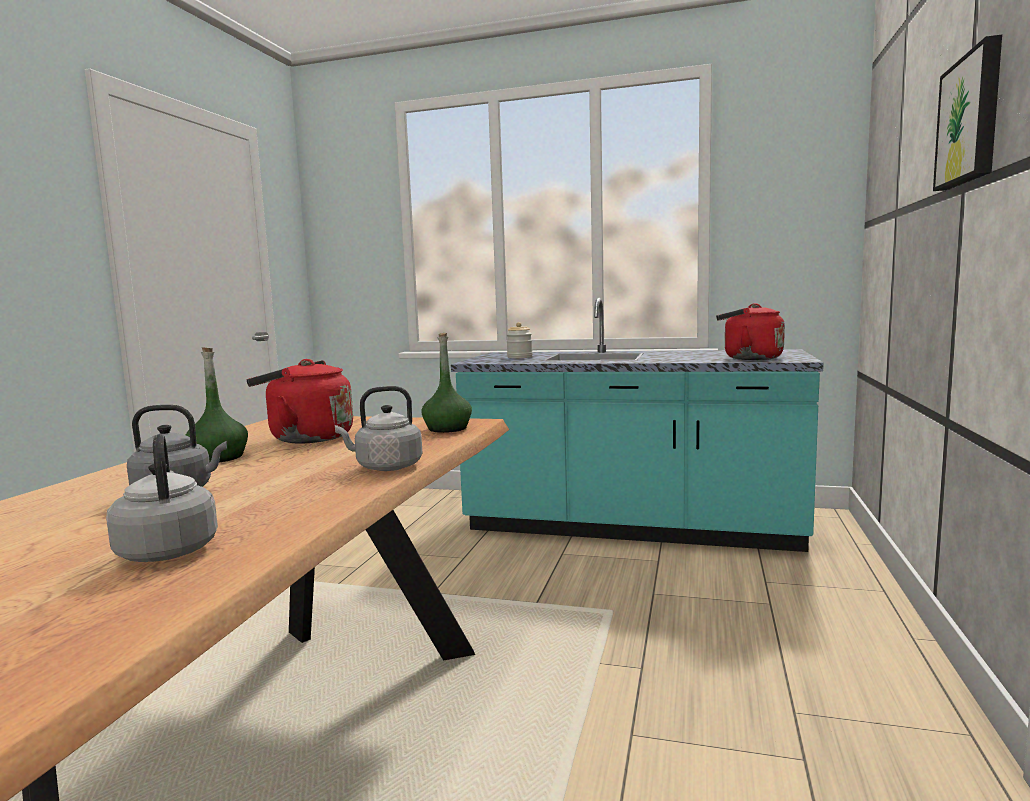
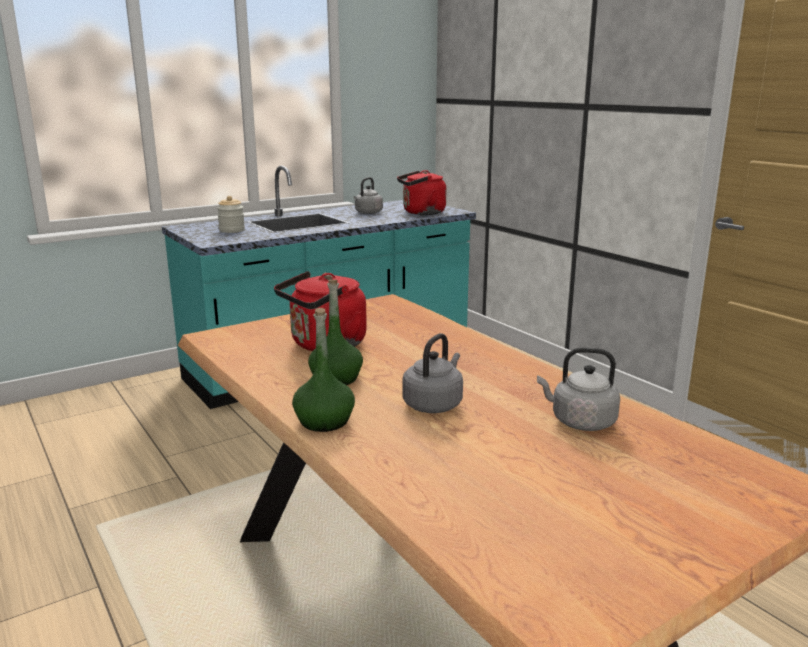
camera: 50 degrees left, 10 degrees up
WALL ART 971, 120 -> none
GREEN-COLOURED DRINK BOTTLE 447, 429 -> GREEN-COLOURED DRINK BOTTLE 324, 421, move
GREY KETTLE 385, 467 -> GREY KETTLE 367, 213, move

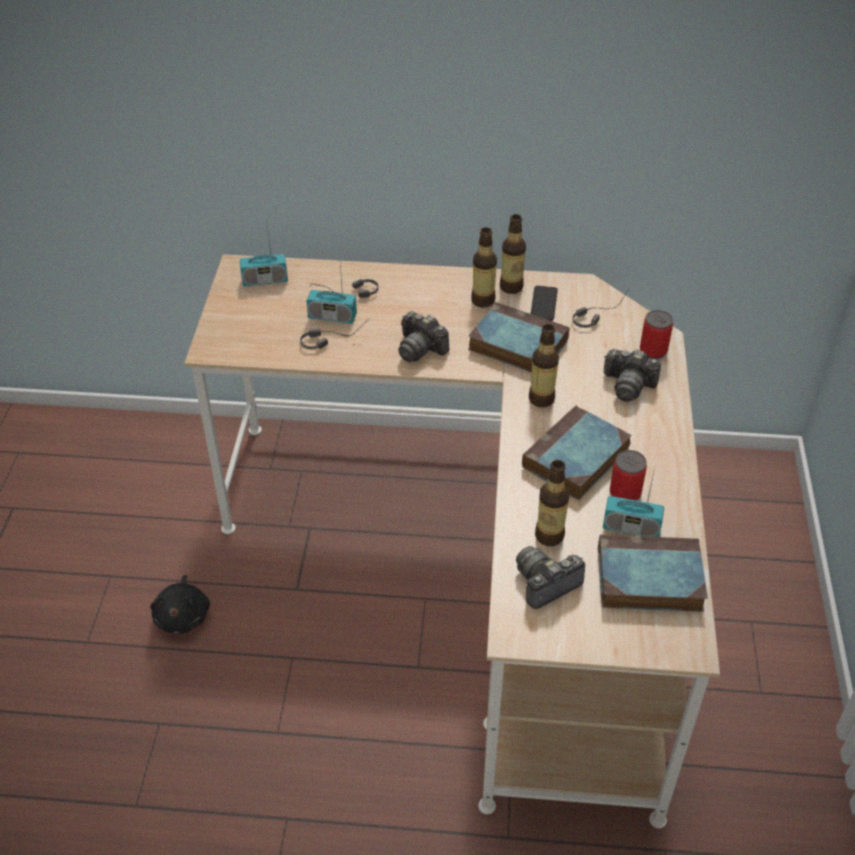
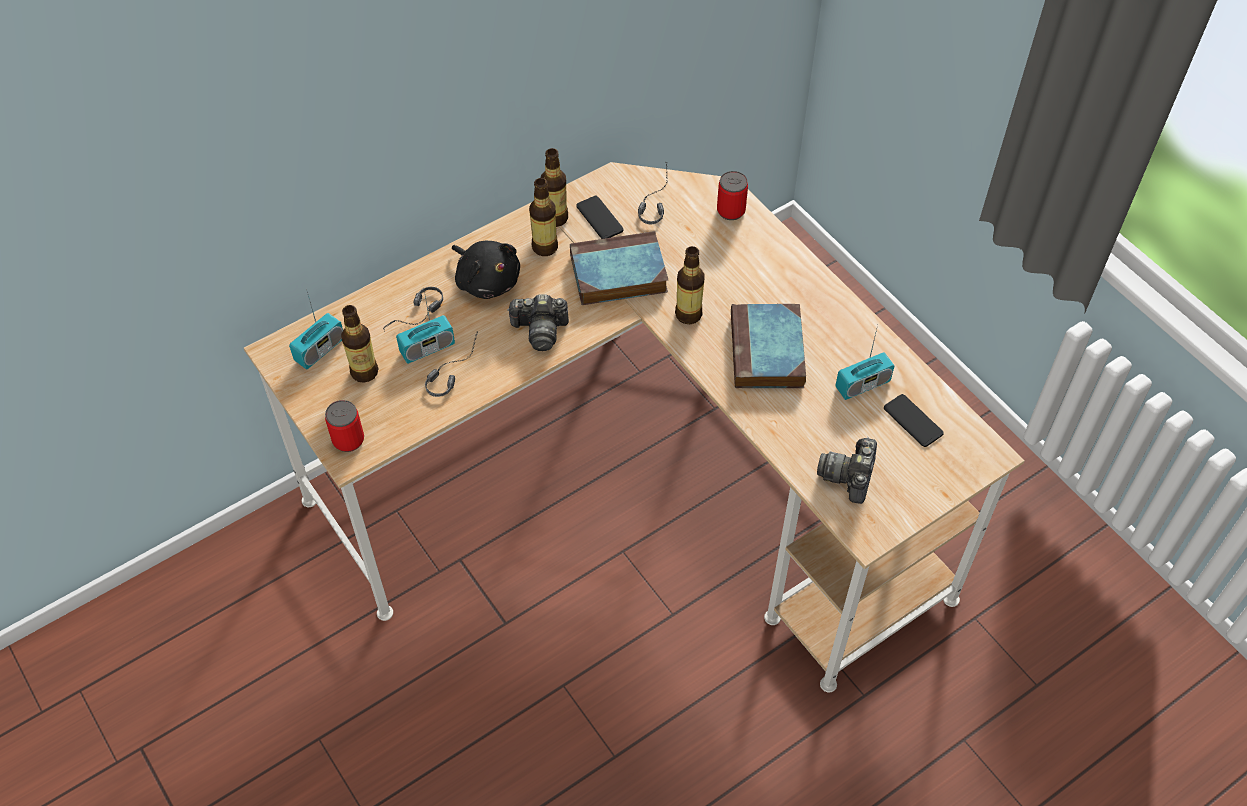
camera: 40 degrees left, 10 degrees up
STILL CAMERA 628, 385 -> none
CAN 625, 493 -> CAN 348, 440, move
DRINK BOTTLE 549, 536 -> DRINK BOTTLE 364, 372, move
BOOK 647, 579 -> PHONE 913, 421
BLACK PLUSH TOY 183, 616 -> BLACK PLUSH TOY 487, 280, move

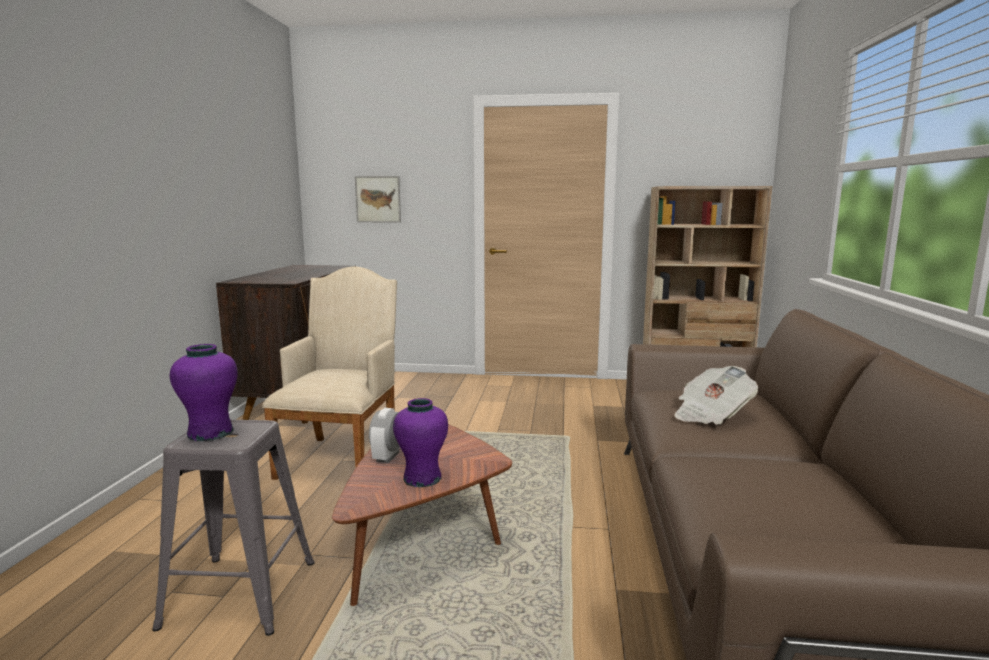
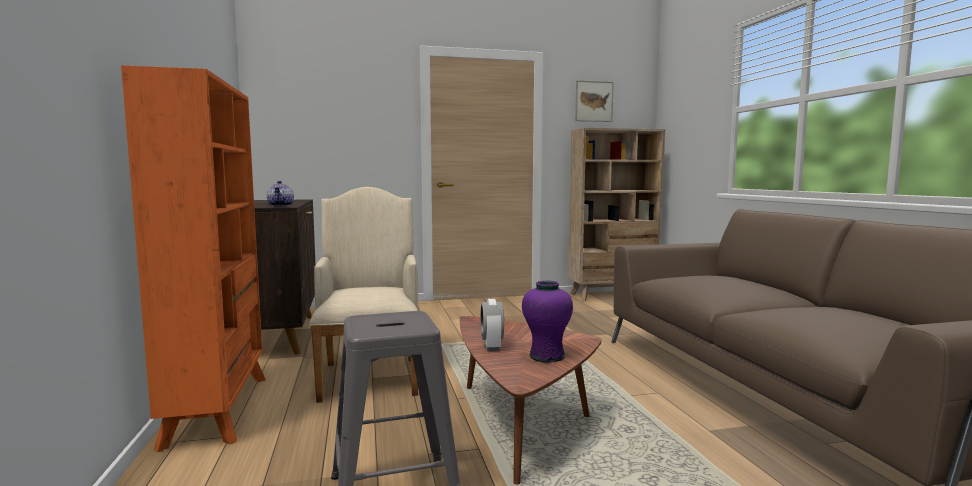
camera: 20 degrees left, 5 degrees down
WALL ART 378, 199 -> WALL ART 594, 101, move
PURPLE DECORATIVE VASE 210, 433 -> none
PRINTED PAPER 711, 415 -> none
none -> ORANGE-COLOURED BOOKSHELF 218, 409
none -> TEA POT 281, 206

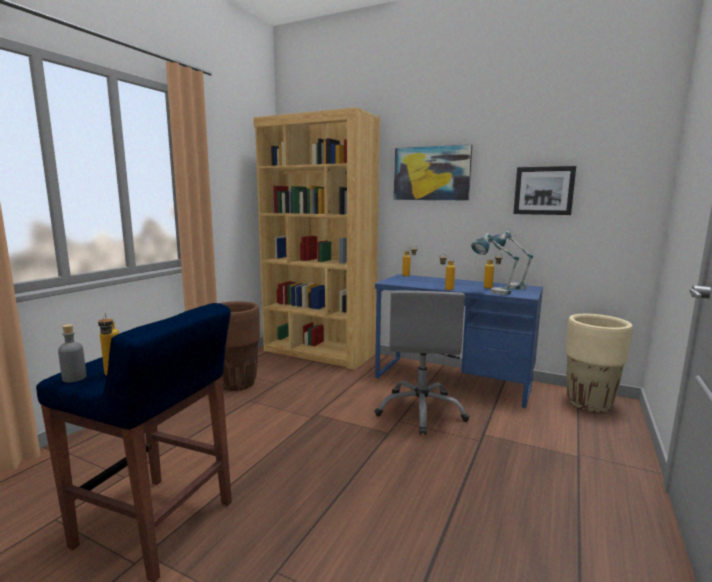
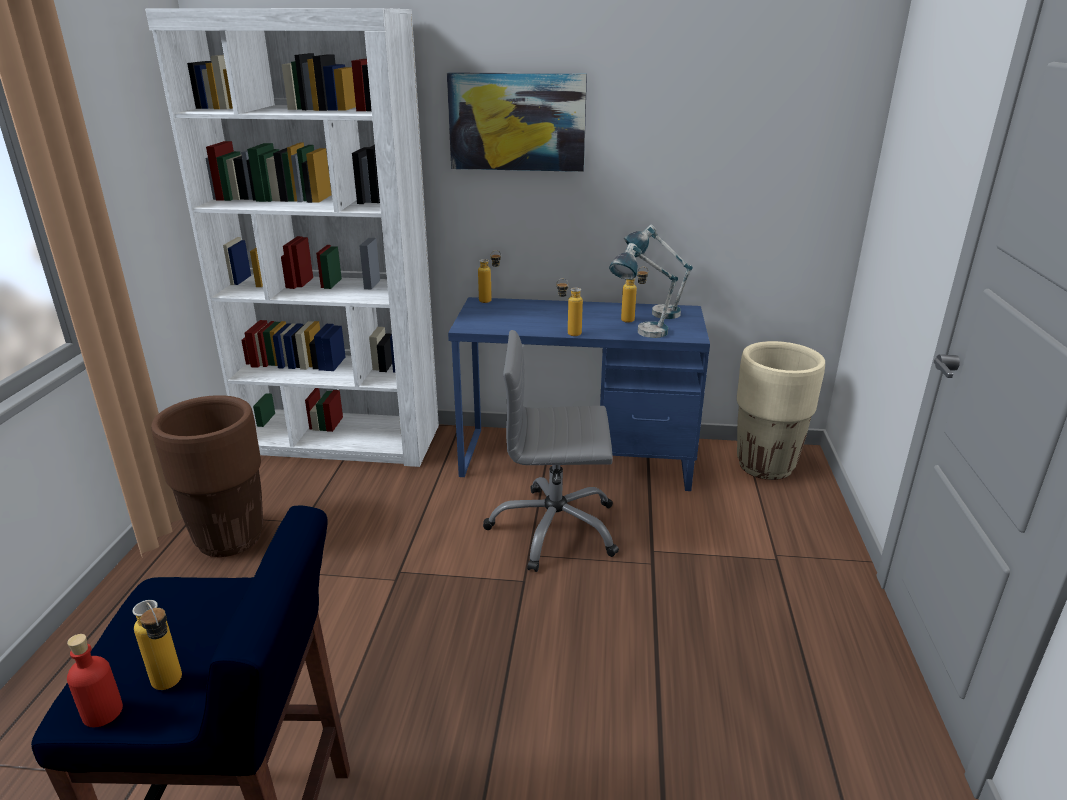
camera: 20 degrees left, 15 degrees up
BROWNISH BOOKSHELF 319, 352 -> WHITE-COLOURED BOOKSHELF 342, 440
WALL ART 543, 190 -> none
GREY COMPUTER CHAIR 421, 411 -> GREY COMPUTER CHAIR 554, 529, 105 degrees clockwise
GREY DRINK BOTTLE 74, 378 -> RED DRINK BOTTLE 103, 712

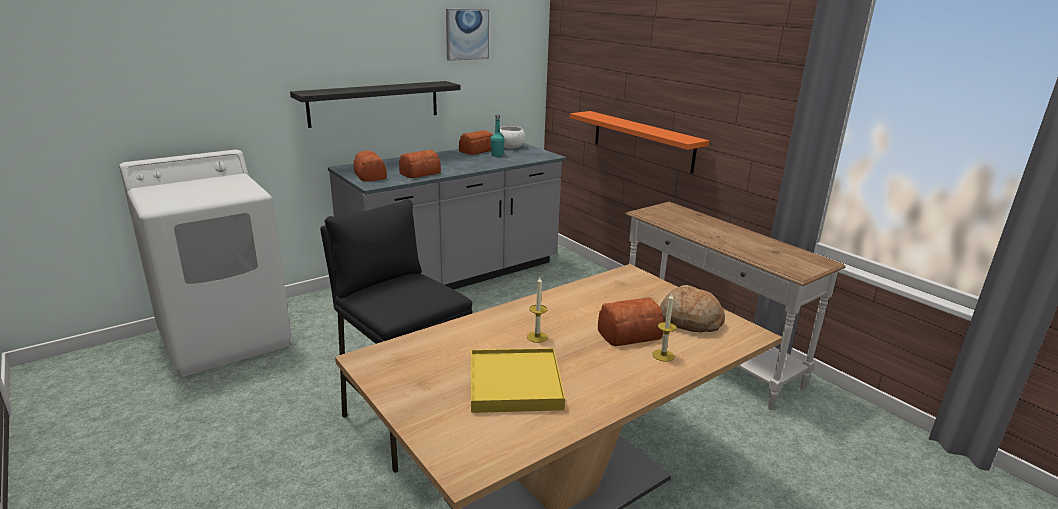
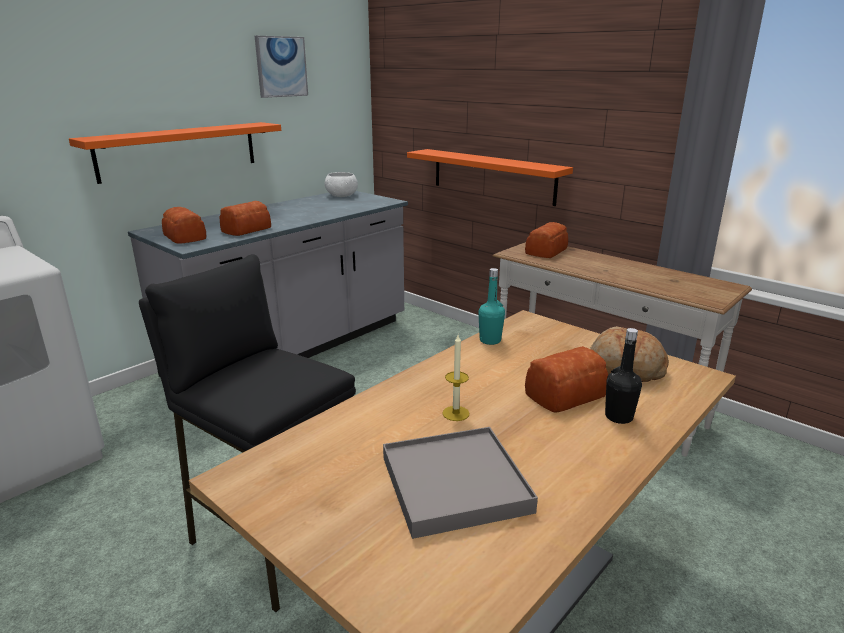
camera: 10 degrees left, 0 degrees up
BLACK WALL SHELF 374, 103 -> ORANGE-COLOURED WALL SHELF 179, 151
TURQUOISE-COLOURED DRINK BOTTLE 497, 155 -> TURQUOISE-COLOURED DRINK BOTTLE 490, 340, move
BAKED BREAD 477, 151 -> BAKED BREAD 547, 251, move
WAX CANDLE 663, 355 -> BLACK DRINK BOTTLE 618, 417
YELLOWISH SERVING TRAY 514, 384 -> GREY SERVING TRAY 454, 484

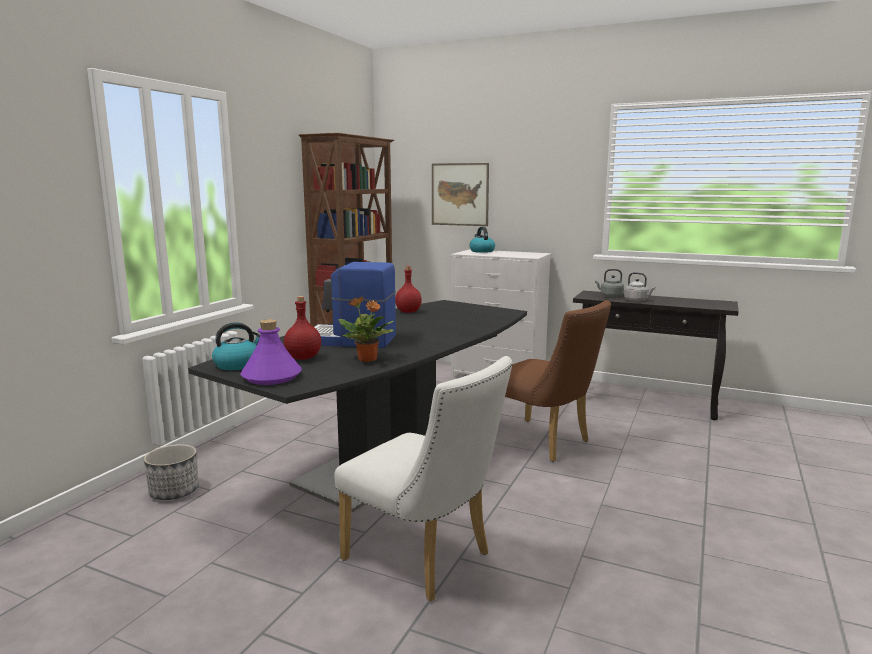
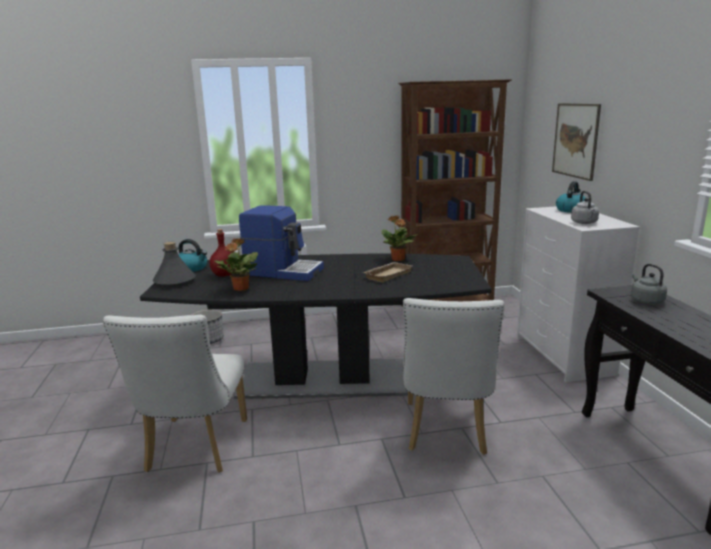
camera: 55 degrees right, 5 degrees up
COFFEE BREWER 350, 340 -> COFFEE BREWER 284, 271, 135 degrees clockwise
RED DRINK BOTTLE 408, 312 -> PLANT IN A POT 398, 259
GREY KETTLE 637, 300 -> GREY KETTLE 584, 223, move
BROWNISH CHAIR 545, 443 -> WHITE-COLOURED CHAIR 446, 432
PURPLE DRINK BOTTLE 272, 377 -> GREY DRINK BOTTLE 174, 282
none -> SAND-COLOURED SERVING TRAY 387, 274

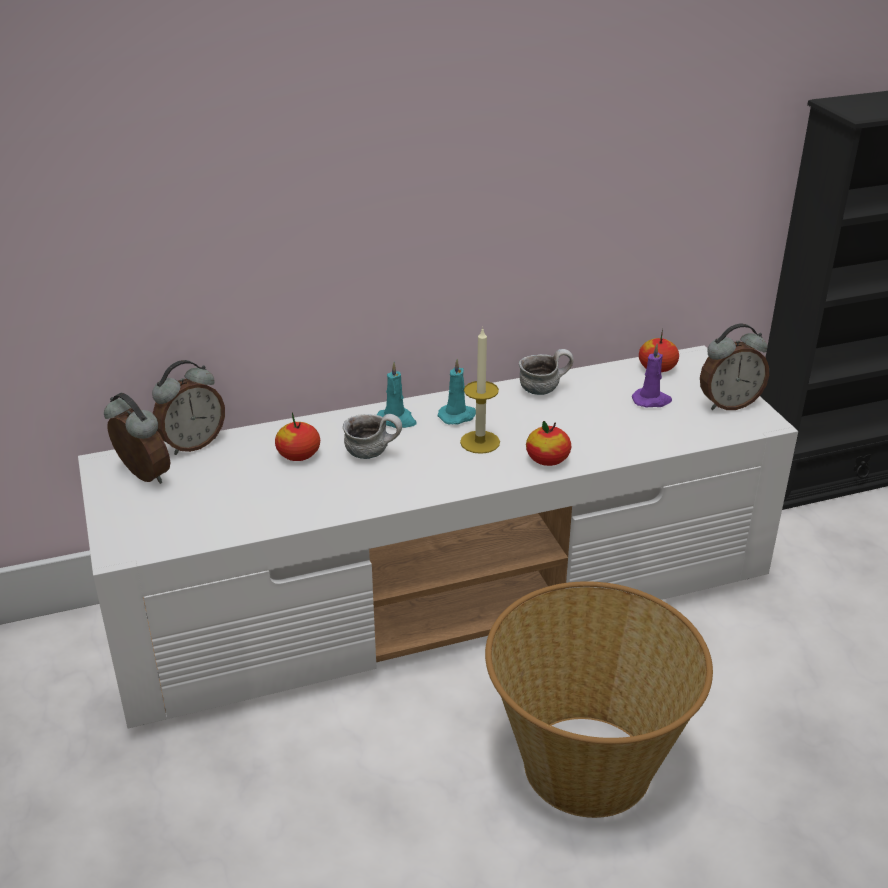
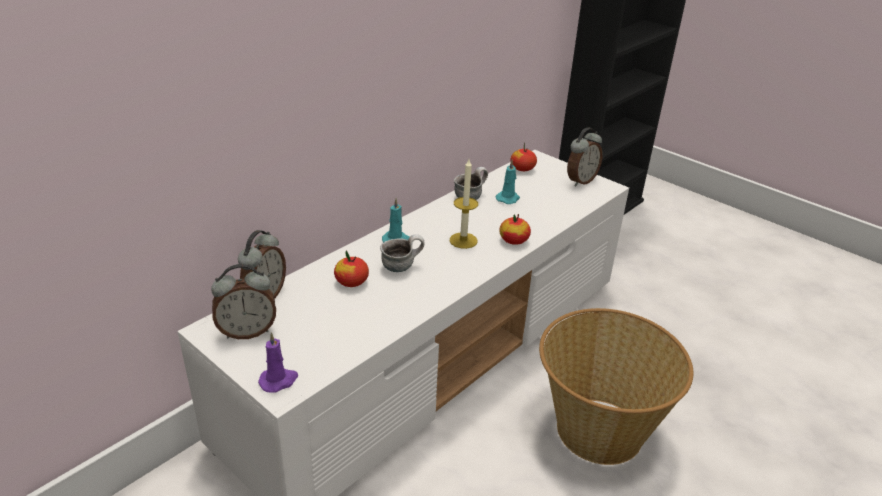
camera: 30 degrees left, 0 degrees up
PURPLE WAX CANDLE 651, 400 -> PURPLE WAX CANDLE 279, 380, move
TURQUOISE-COLOURED WAX CANDLE 458, 416 -> TURQUOISE-COLOURED WAX CANDLE 508, 198, move
BEDSIDE CLOCK 142, 477 -> BEDSIDE CLOCK 247, 331, 150 degrees clockwise

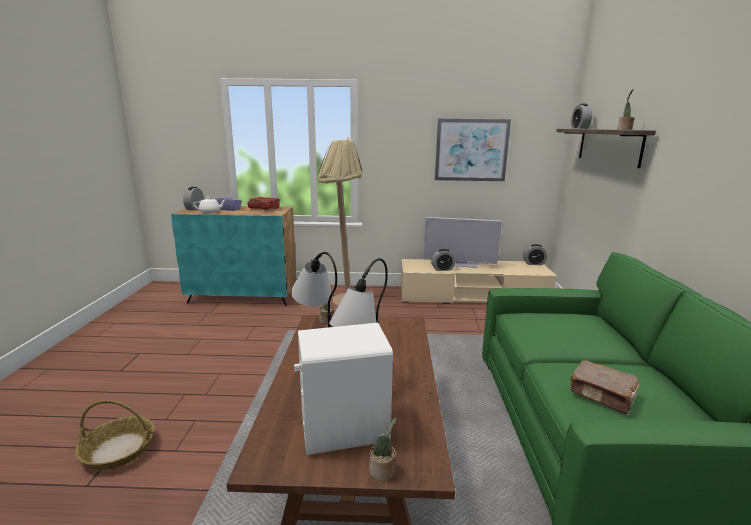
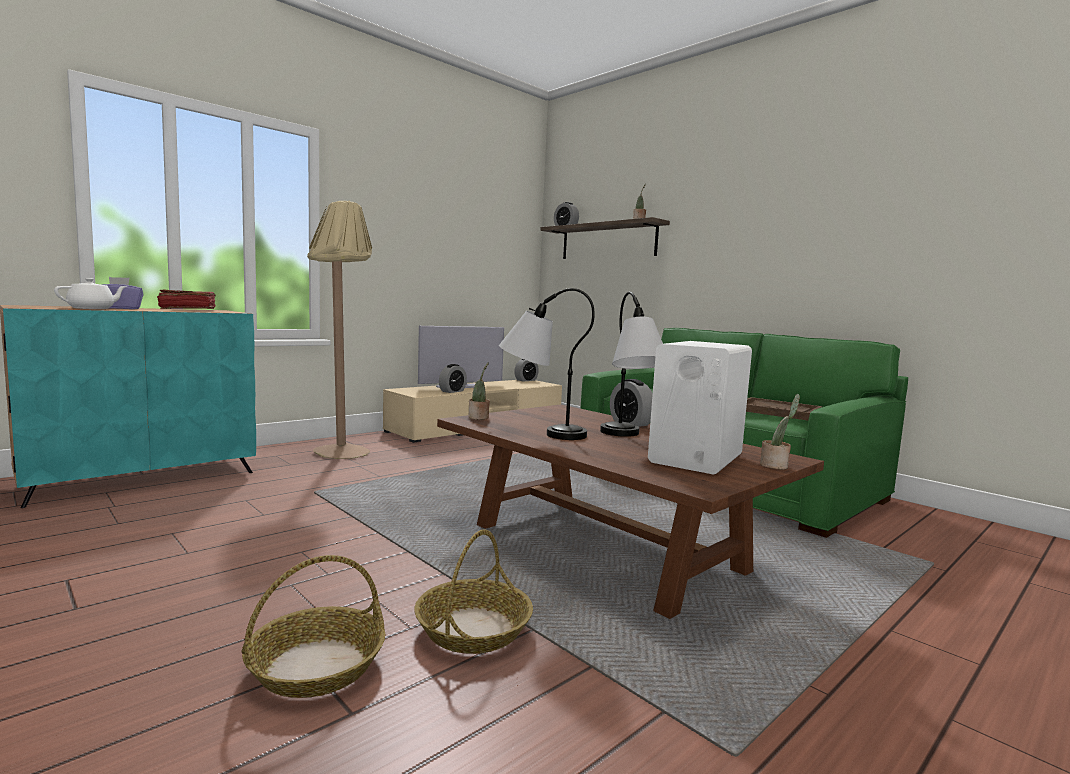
camera: 45 degrees left, 10 degrees down
WALL ART 471, 150 -> none
BEDSIDE CLOCK 195, 208 -> BEDSIDE CLOCK 630, 423, move
BROWNISH BOOK 602, 396 -> BROWNISH SERVING TRAY 777, 411
none -> BASKET 473, 629

